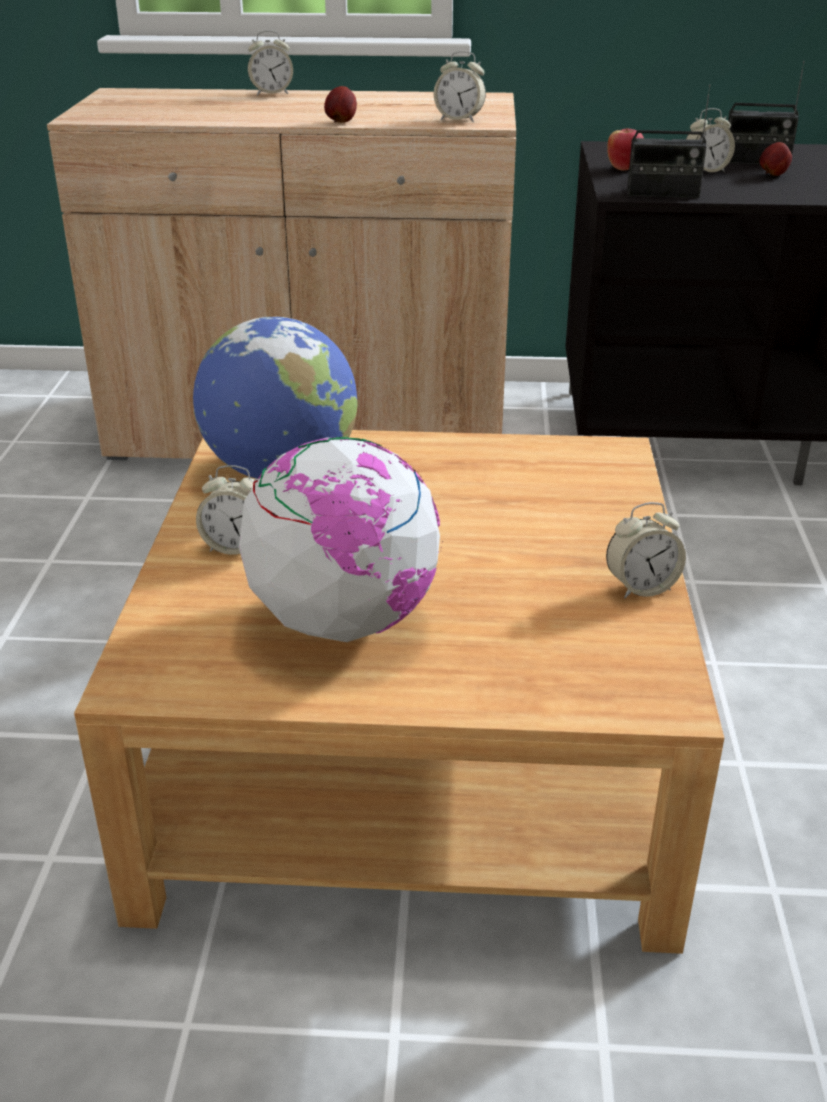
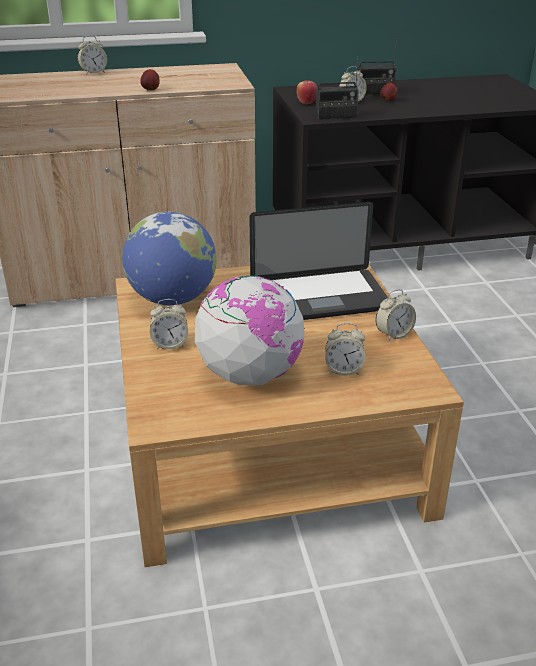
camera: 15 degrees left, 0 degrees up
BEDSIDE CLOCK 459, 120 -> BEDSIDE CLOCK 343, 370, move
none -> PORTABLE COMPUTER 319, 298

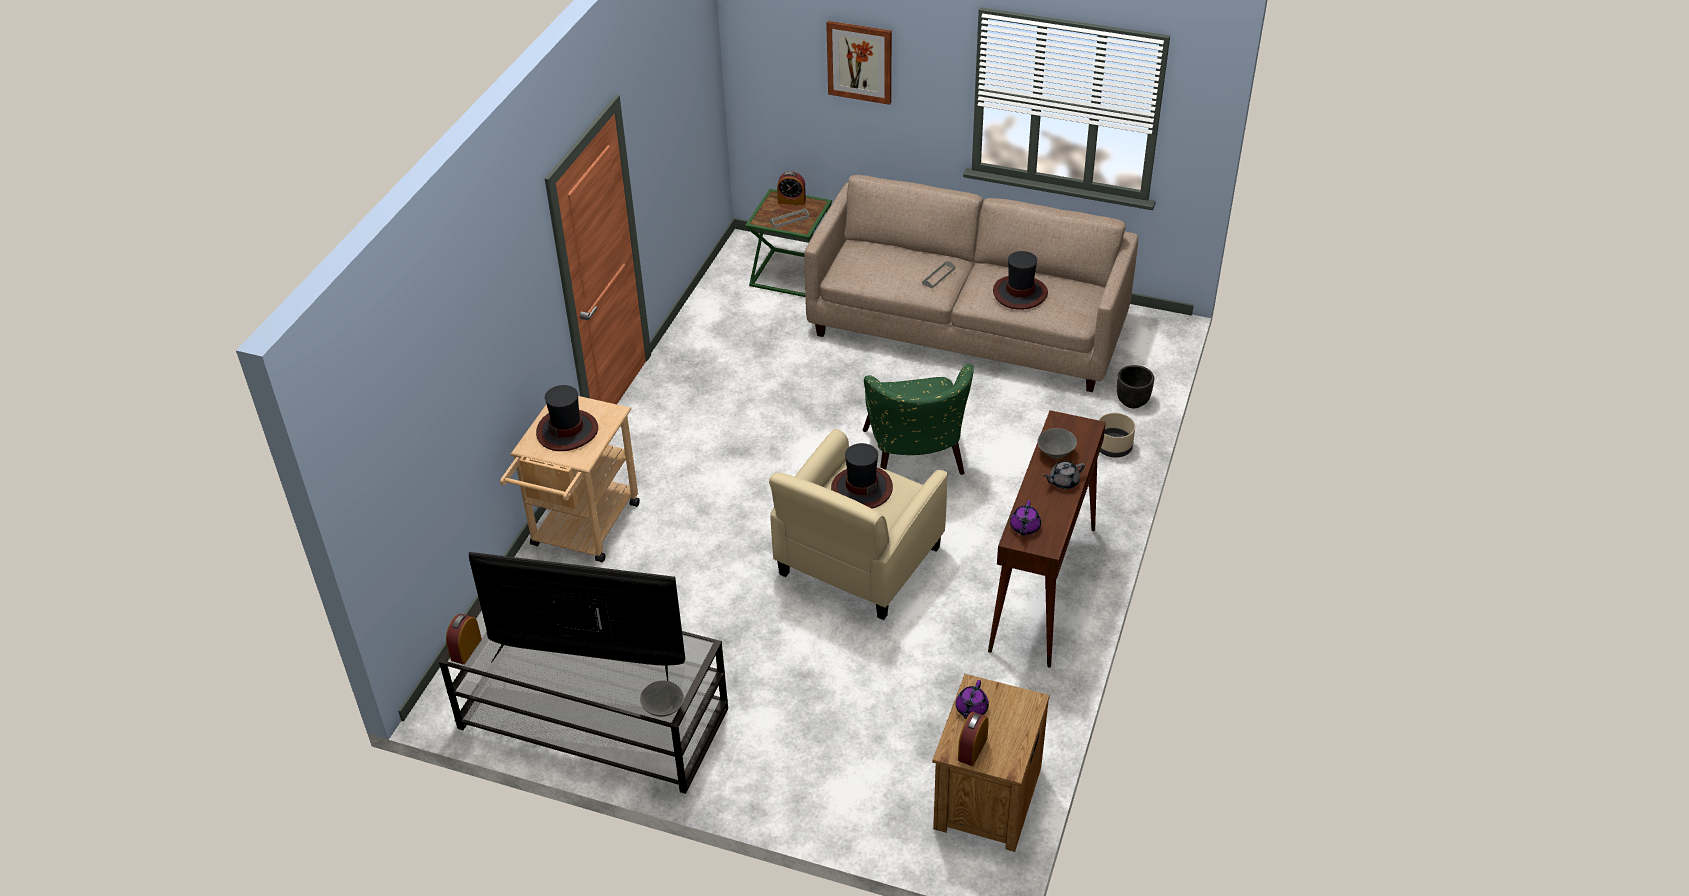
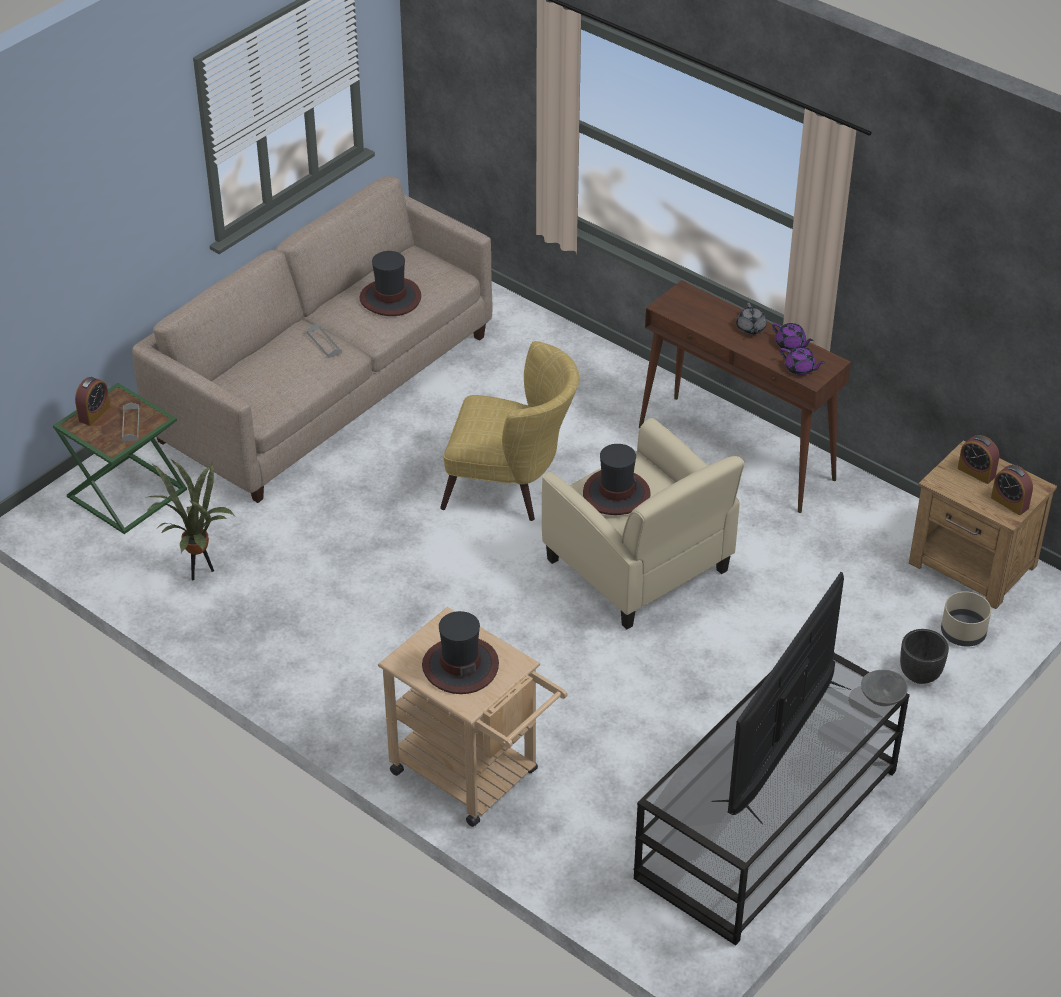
camera: 70 degrees left, 0 degrees up
WALL ART 860, 62 -> none
GREEN-COLOURED ARMCHAIR 915, 461 -> YELLOWISH ARMCHAIR 512, 485
BLACK FLOWER POT 1132, 401 -> BLACK FLOWER POT 920, 675, move
SAND-COLOURED FLOWER POT 1113, 447 -> SAND-COLOURED FLOWER POT 963, 633, move
GREY SERVING BOWL 1055, 453 -> none
BEDSIDE CLOCK 466, 649 -> BEDSIDE CLOCK 976, 472, move
PURPLE TEA POT 971, 709 -> PURPLE TEA POT 790, 345, move
none -> PLANT IN A POT 198, 572

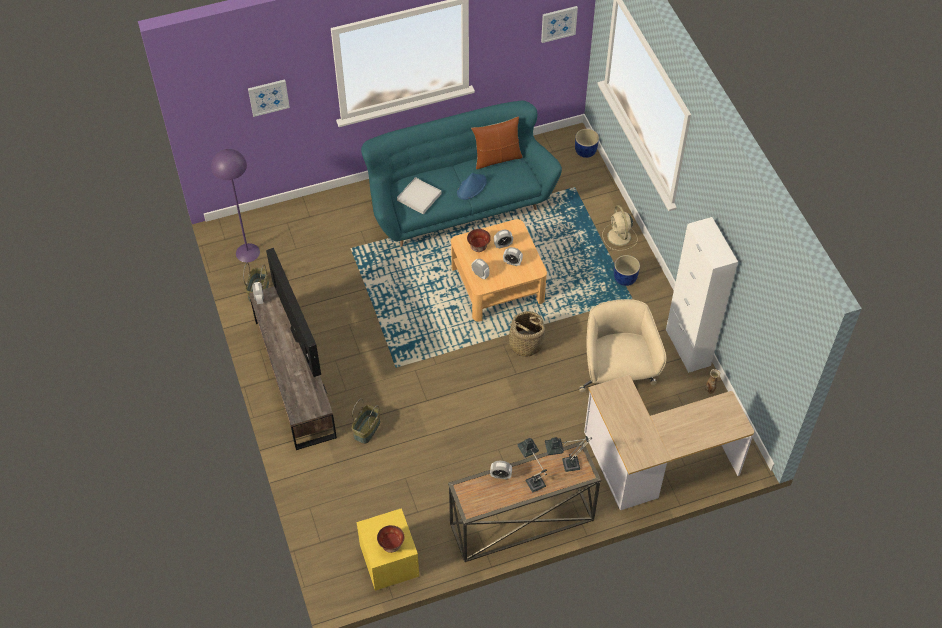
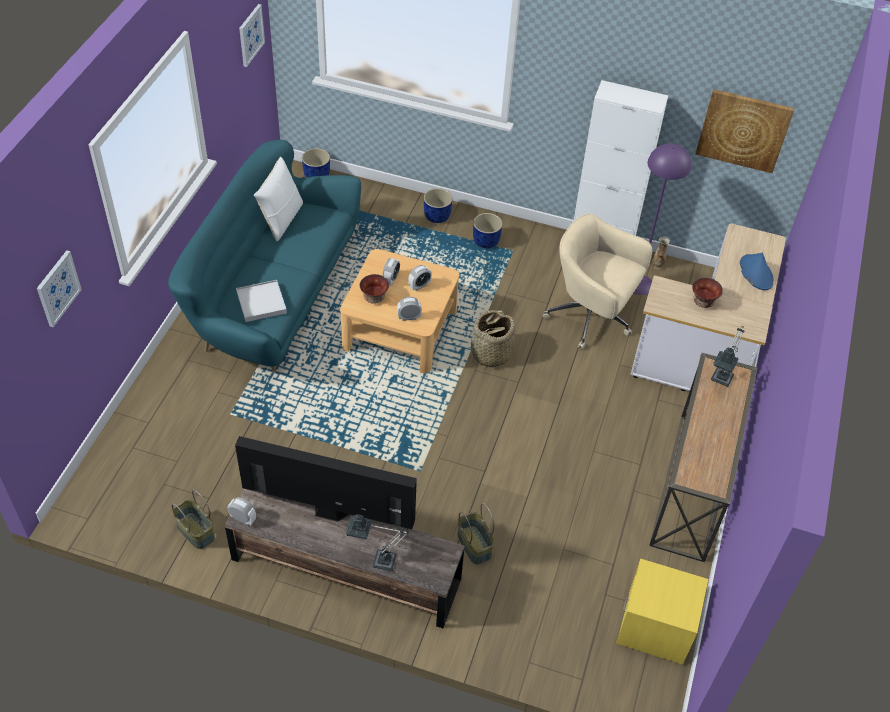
camera: 55 degrees left, 5 degrees down
BROWNISH CUSHION 497, 158 -> WHITE-COLOURED CUSHION 281, 219
PURPLE STANDING LAMP 247, 253 -> PURPLE STANDING LAMP 639, 284, move
BLUE WEARABLE HAT 471, 187 -> BLUE WEARABLE HAT 755, 273, move
SAND-COLOURED ELECTRIC FAN 619, 237 -> BLUE FLOWER POT 437, 216
LAMP FOR A TABLE 533, 480 -> LAMP FOR A TABLE 378, 559, move
BEDSIDE CLOCK 500, 475 -> none
SERVING BOWL 391, 545 -> SERVING BOWL 703, 302, move
none -> WALL ART 743, 130

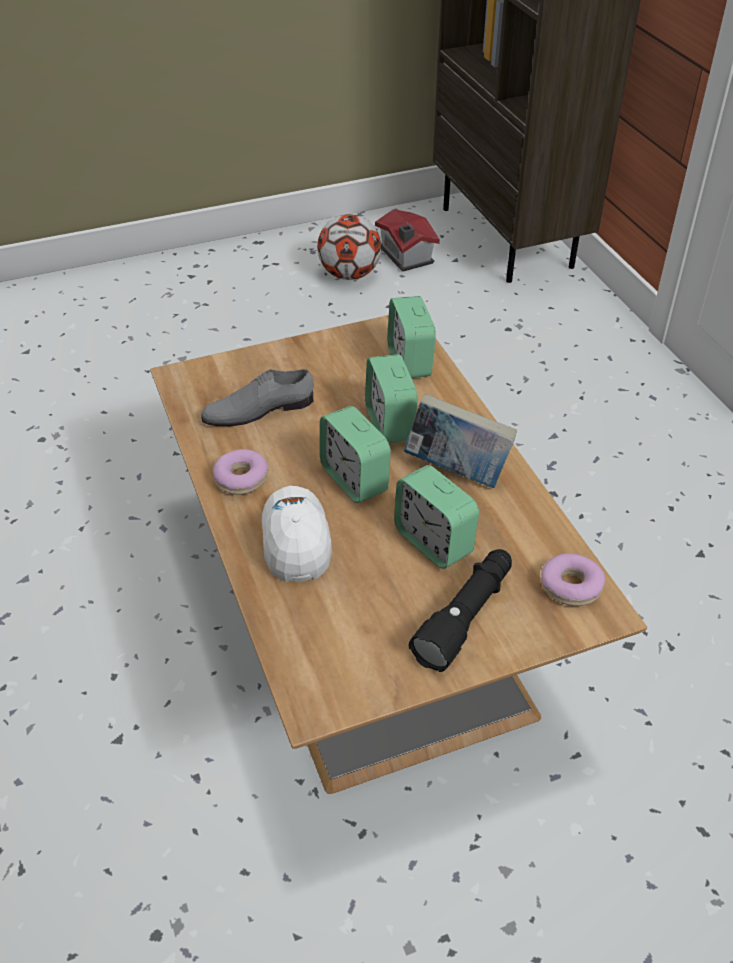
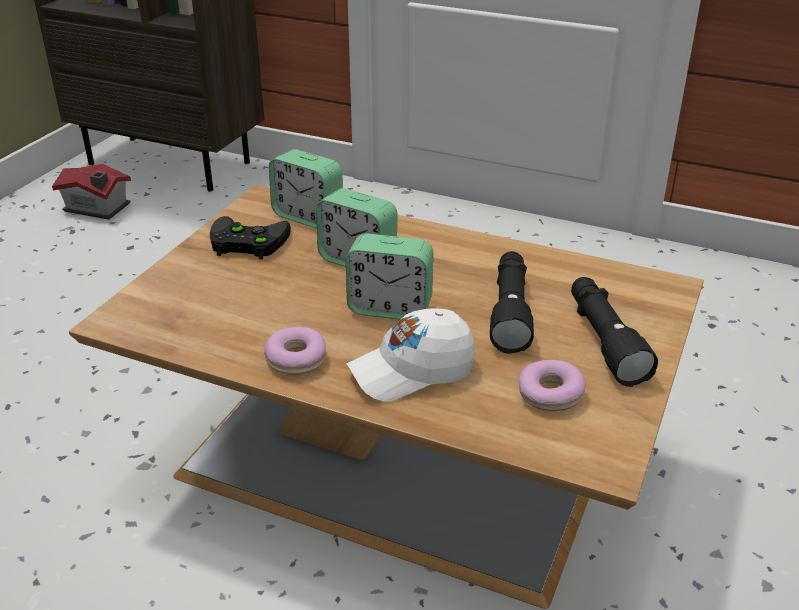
camera: 45 degrees left, 10 degrees down
BALL FOR FOOTBALL 349, 274 -> none
GREY SHOE 258, 409 -> none
BOOK 457, 471 -> none
BEDSIDE CLOCK 433, 542 -> BLACK HAND TORCH 510, 312
WHITE-COLOURED CAP 296, 540 -> WHITE-COLOURED CAP 411, 371, 60 degrees counterclockwise
DONUT 571, 586 -> DONUT 550, 394, move
none -> BLACK GAMEPAD 245, 242

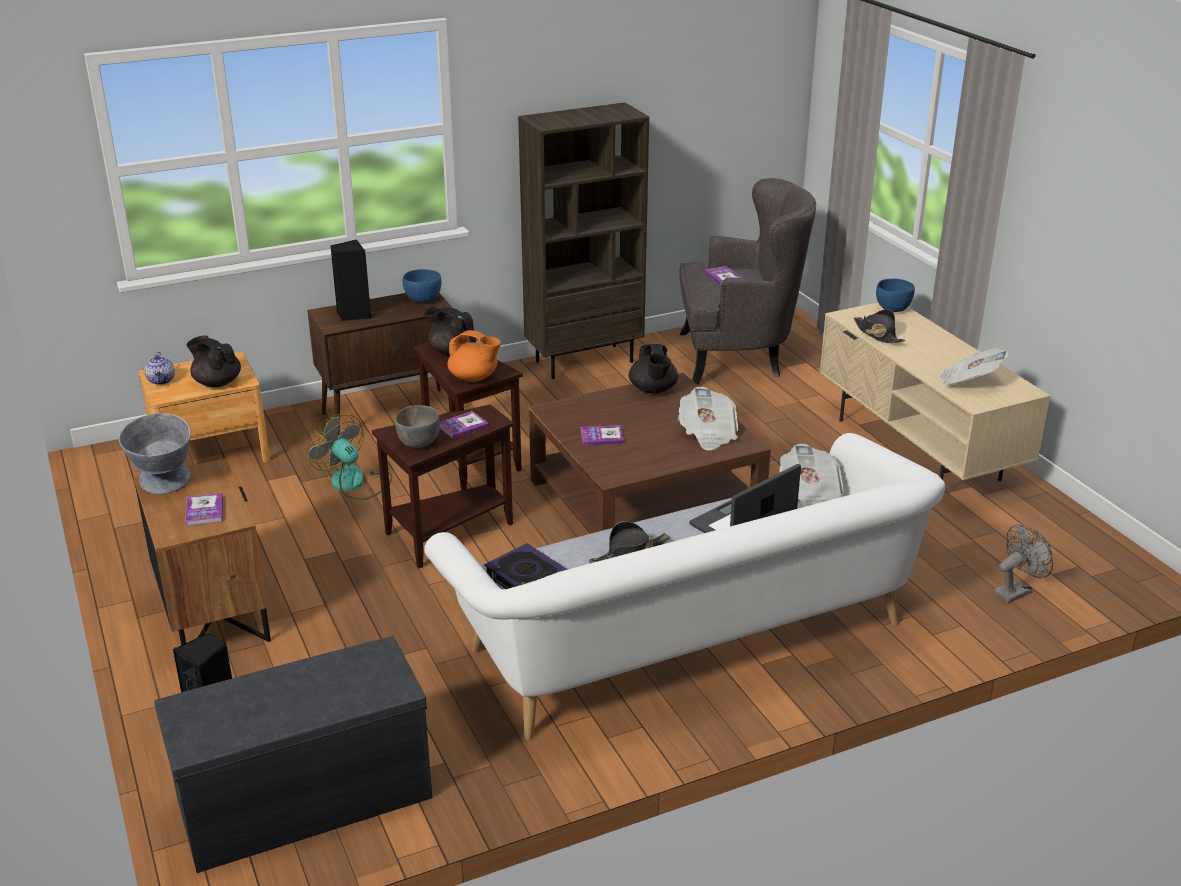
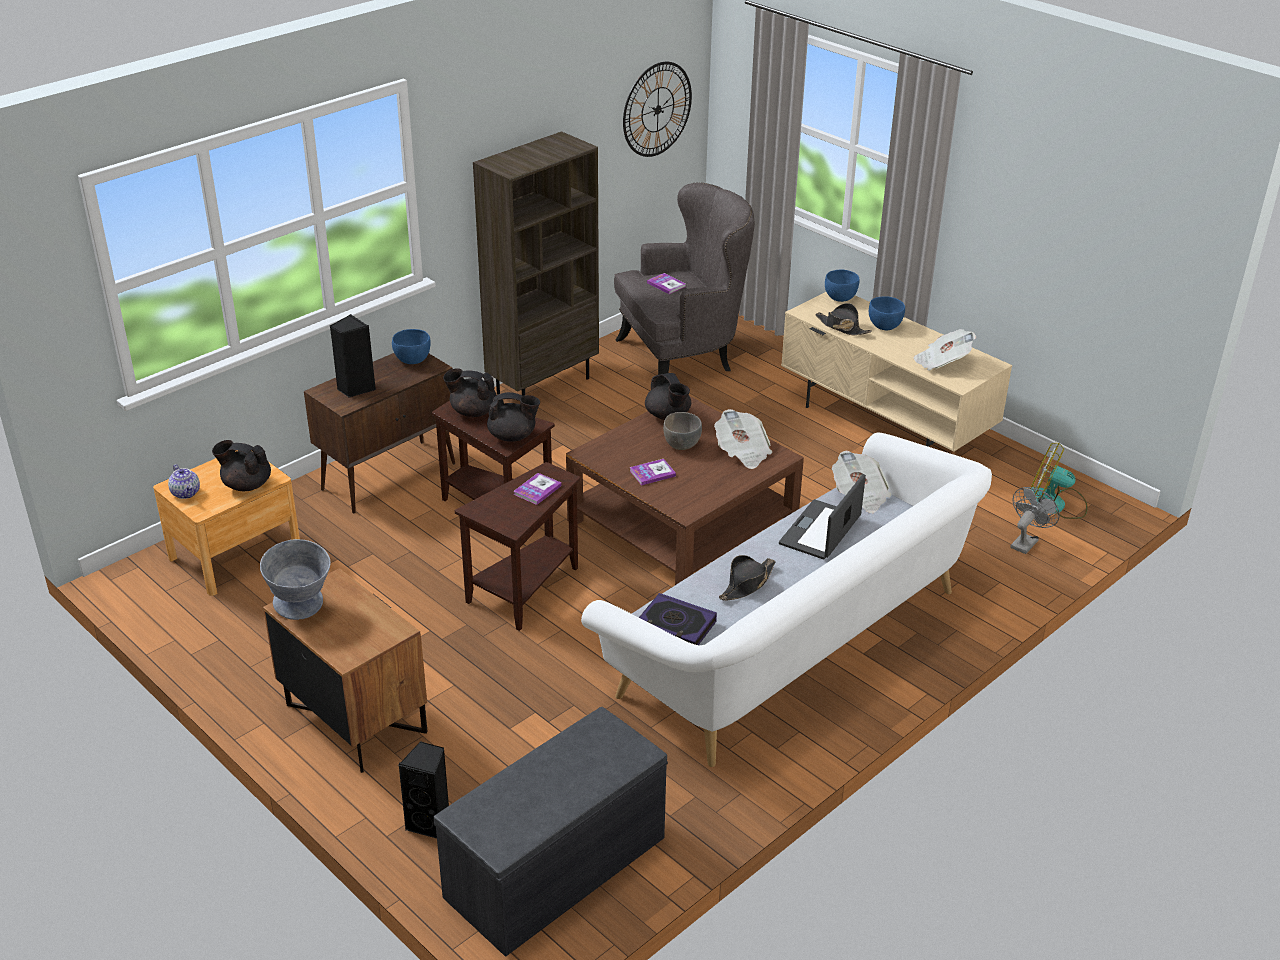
camera: 20 degrees left, 5 degrees up
ORANGE-COLOURED TEA POT 474, 378 -> BLACK TEA POT 513, 436
GREY SERVING BOWL 419, 443 -> GREY SERVING BOWL 681, 445, move
ELECTRIC FAN 354, 483 -> ELECTRIC FAN 1055, 504, move
BOOK 204, 511 -> none
none -> CLOCK ON THE WALL 657, 109
none -> BLUE SERVING BOWL 884, 326

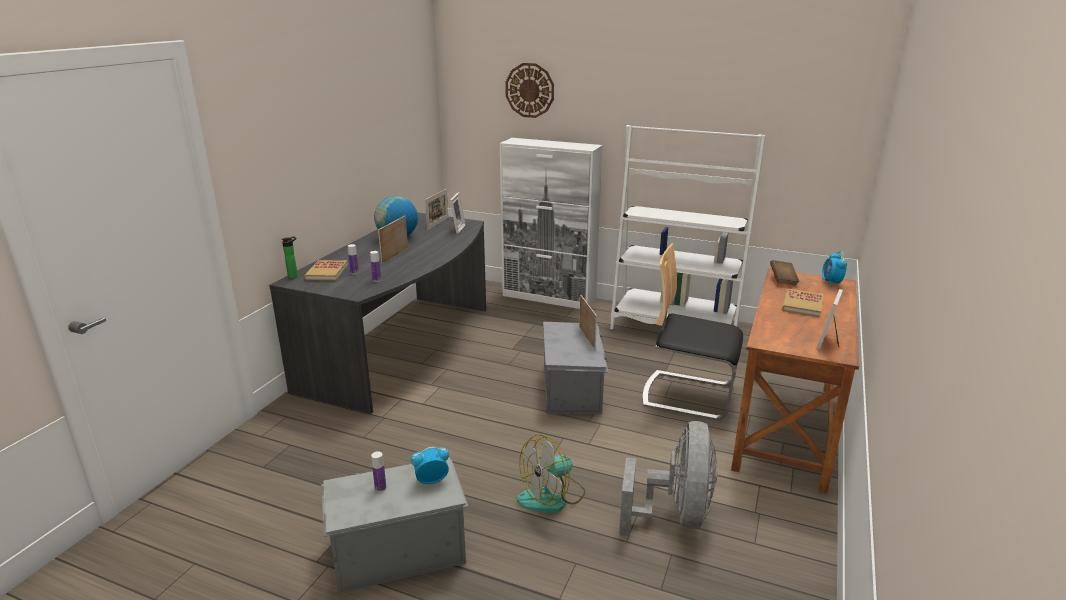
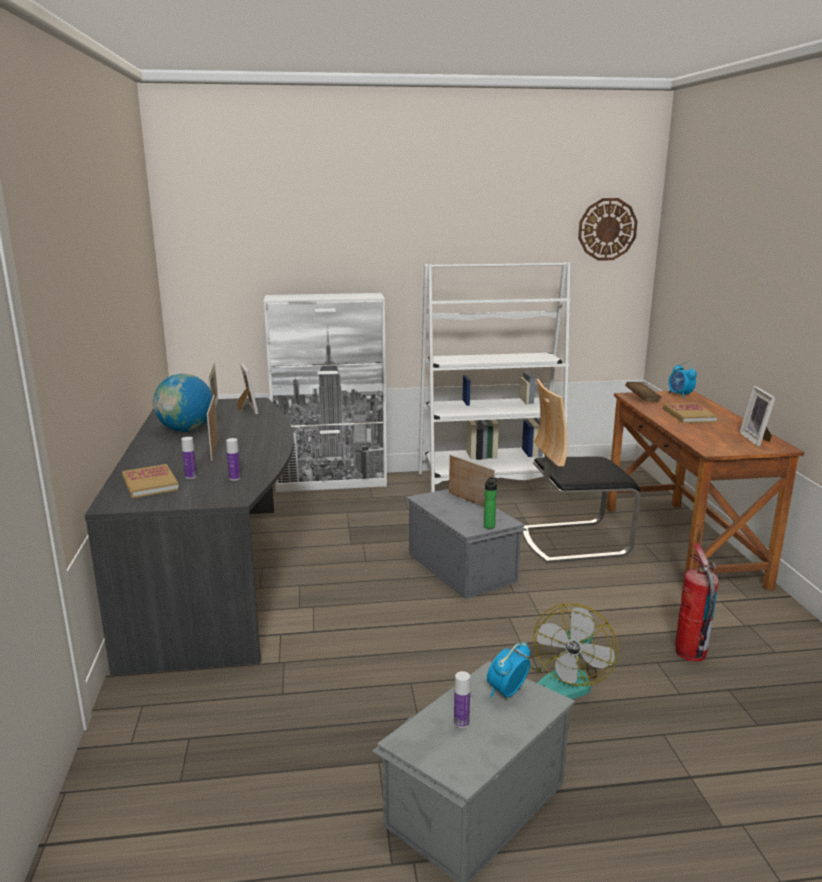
camera: 30 degrees left, 5 degrees down
CLOCK ON THE WALL 529, 90 -> CLOCK ON THE WALL 607, 229, move
DRINK BOTTLE 294, 276 -> DRINK BOTTLE 489, 525, move
GREY ELECTRIC FAN 675, 515 -> EXTINGUISHER 690, 653

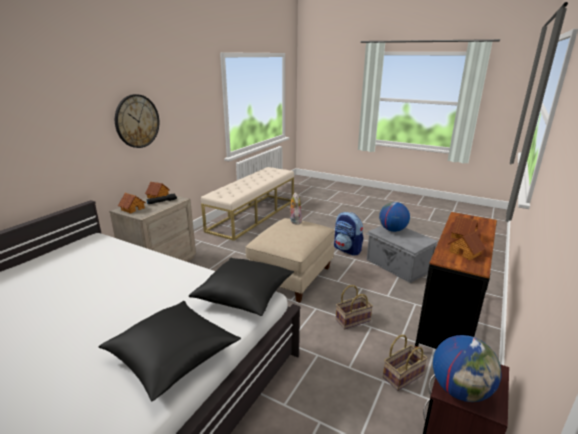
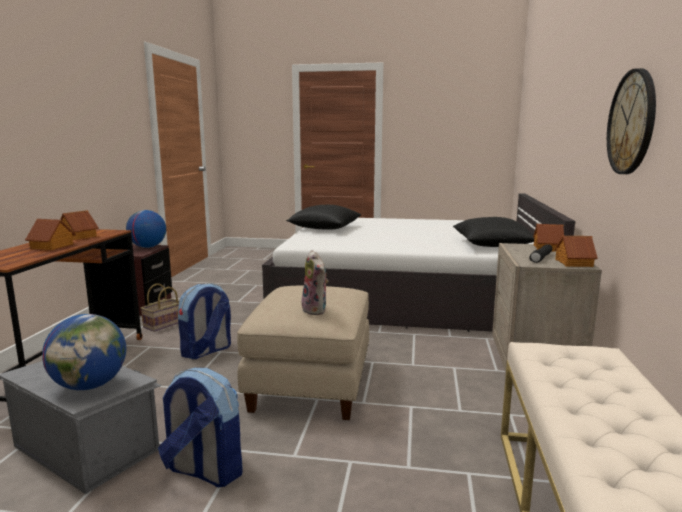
camera: 160 degrees right, 10 degrees down
BLACK CUSHION 244, 296 -> BLACK CUSHION 492, 245, move
BASKET 353, 319 -> BACKPACK 206, 351

